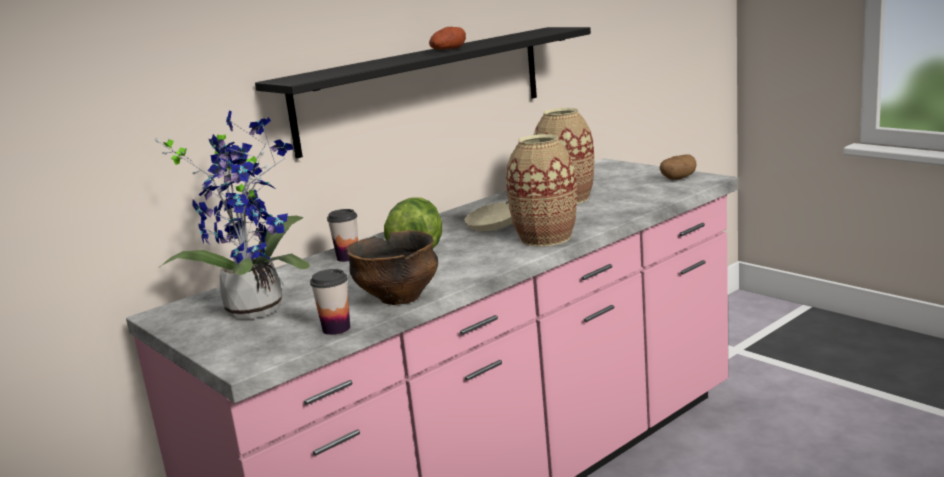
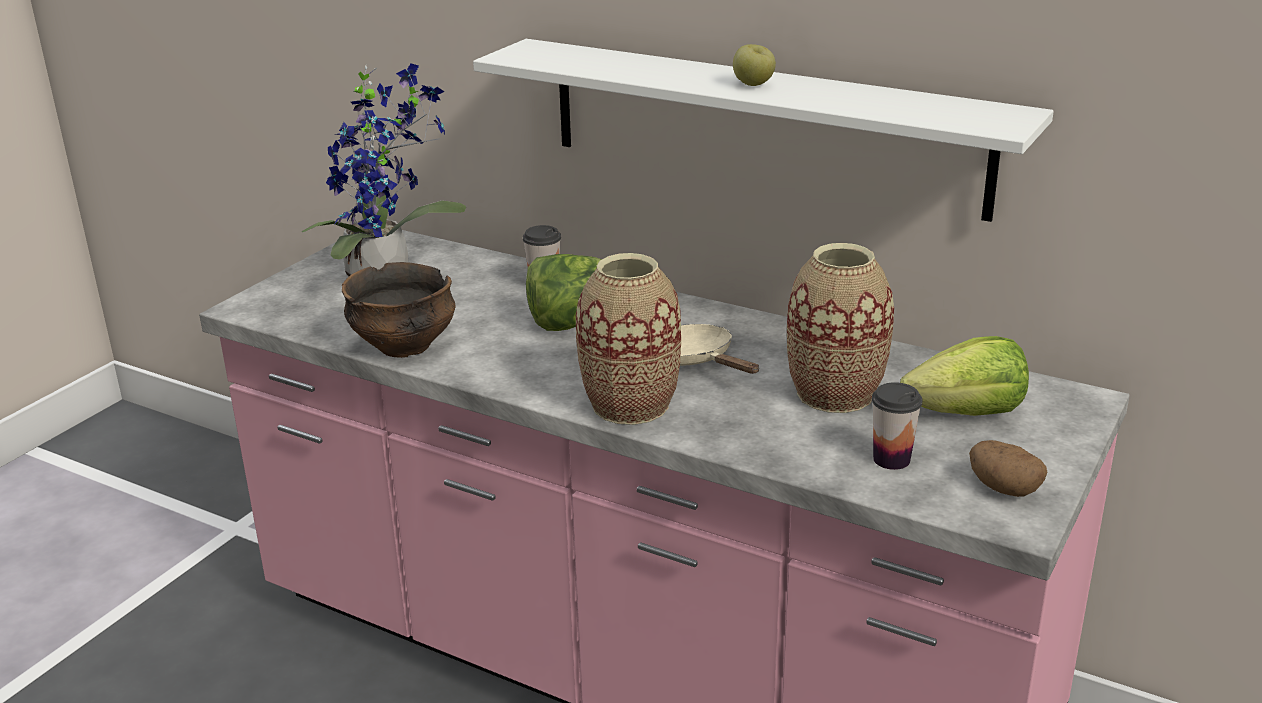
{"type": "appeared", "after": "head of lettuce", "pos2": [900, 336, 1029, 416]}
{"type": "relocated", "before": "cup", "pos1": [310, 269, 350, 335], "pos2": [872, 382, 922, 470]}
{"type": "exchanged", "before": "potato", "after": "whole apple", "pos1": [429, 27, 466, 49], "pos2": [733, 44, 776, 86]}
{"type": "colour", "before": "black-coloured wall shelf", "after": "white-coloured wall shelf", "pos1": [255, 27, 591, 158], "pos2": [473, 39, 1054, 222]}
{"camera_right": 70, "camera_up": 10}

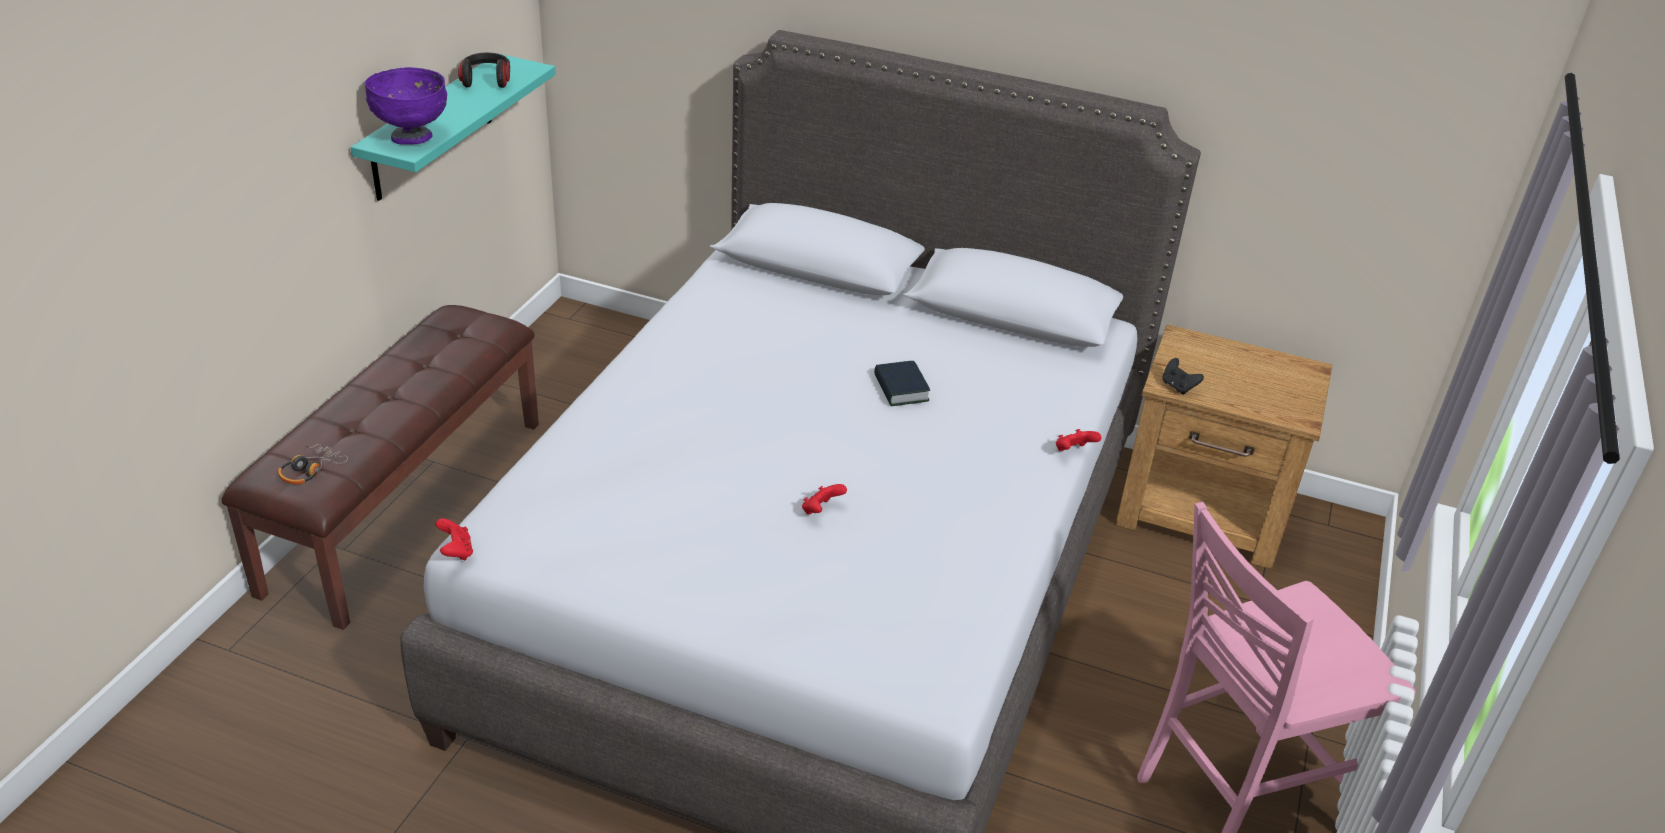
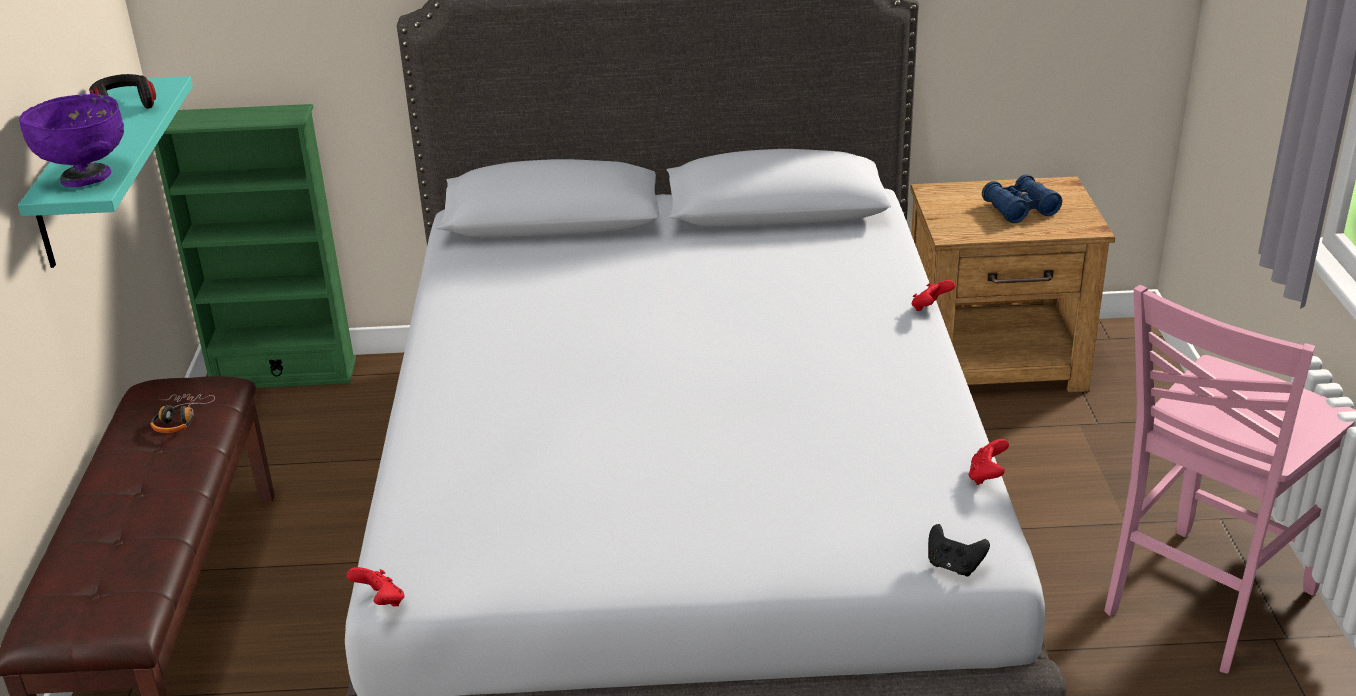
{"type": "missing", "before": "book", "pos1": [874, 361, 930, 406]}
{"type": "appeared", "after": "green-coloured bookcase", "pos2": [154, 104, 356, 388]}
{"type": "appeared", "after": "blue-coloured binoculars", "pos2": [982, 174, 1062, 223]}
{"type": "relocated", "before": "headset", "pos1": [278, 444, 348, 485], "pos2": [151, 394, 215, 433]}
{"type": "relocated", "before": "red gamepad", "pos1": [802, 484, 847, 515], "pos2": [969, 439, 1009, 485]}
{"type": "relocated", "before": "black-coloured gamepad", "pos1": [1163, 358, 1204, 395], "pos2": [928, 524, 990, 576]}
{"camera_right": -20, "camera_up": -5}

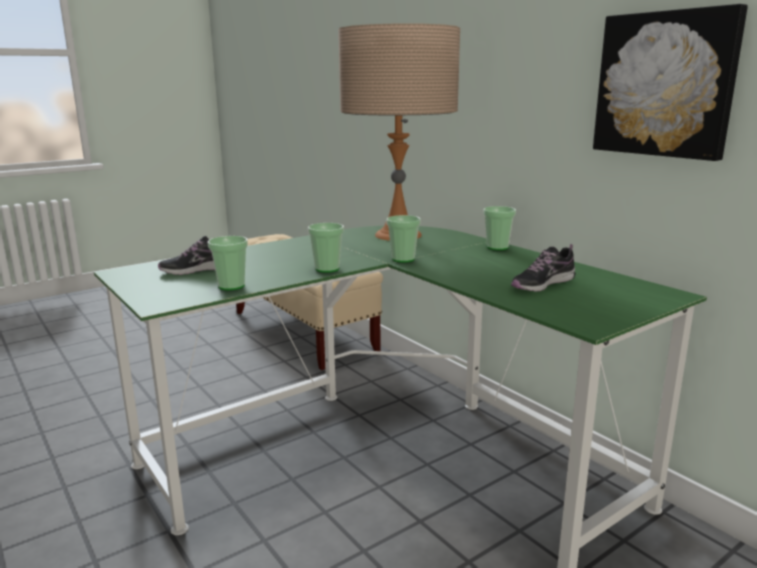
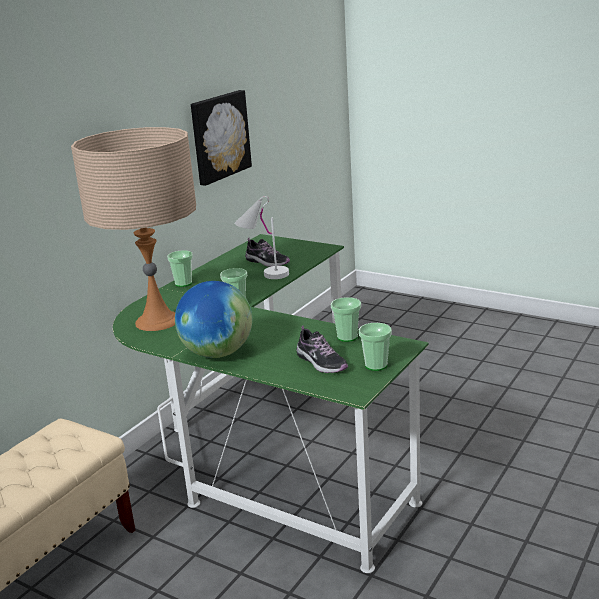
{"type": "appeared", "after": "globe", "pos2": [175, 281, 252, 358]}
{"type": "appeared", "after": "white-coloured lamp for a table", "pos2": [235, 196, 289, 279]}
{"type": "relocated", "before": "cup", "pos1": [308, 223, 344, 273], "pos2": [359, 323, 392, 371]}
{"camera_right": -110, "camera_up": 5}

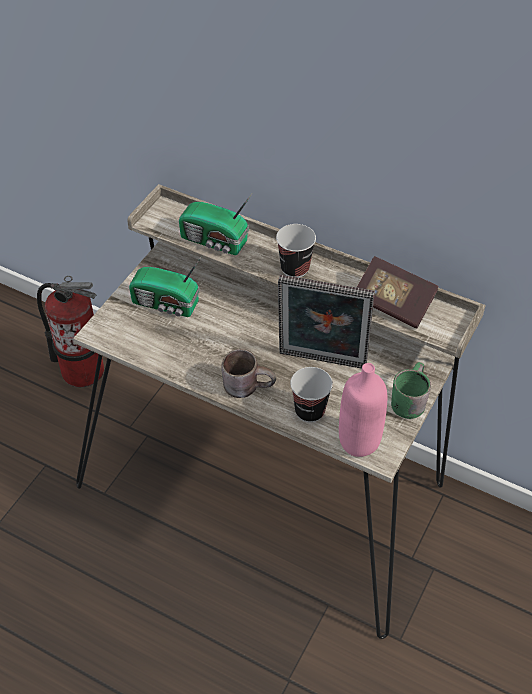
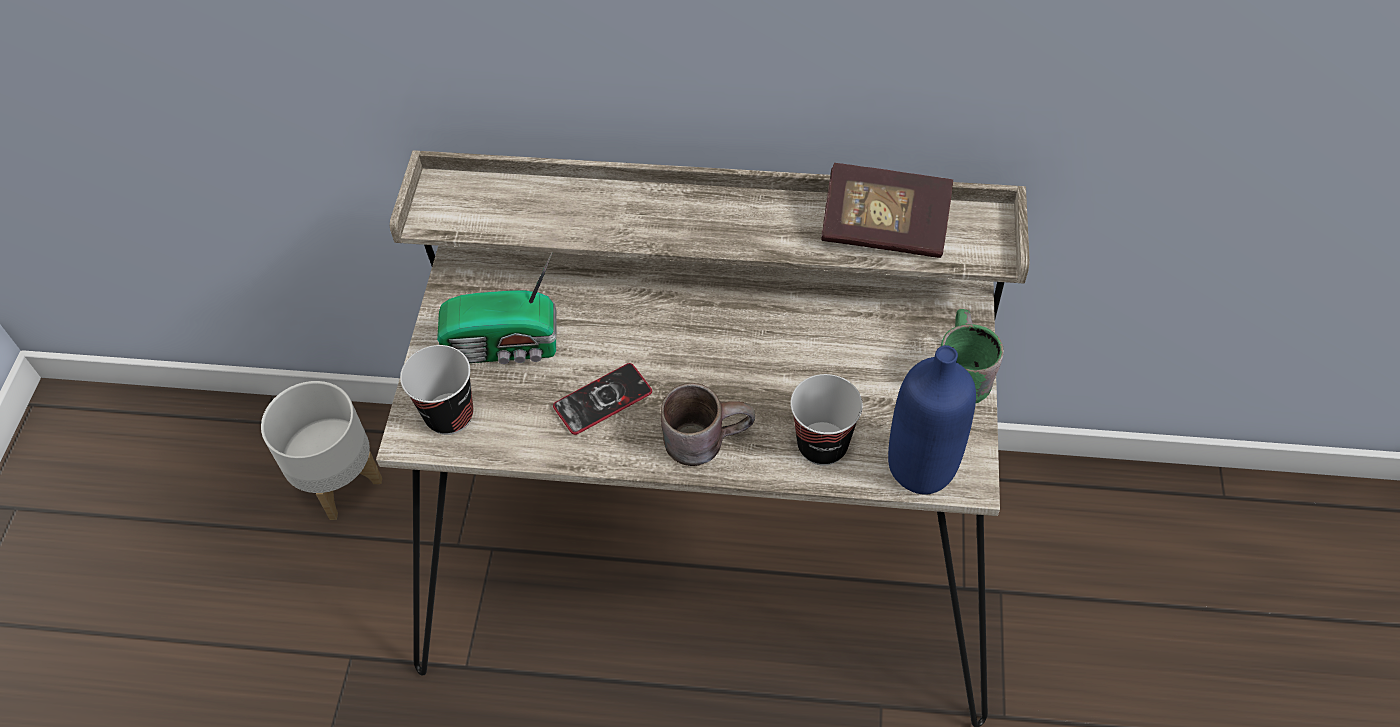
{"type": "missing", "before": "radio set", "pos1": [179, 194, 252, 255]}
{"type": "missing", "before": "standing frame", "pos1": [278, 275, 375, 369]}
{"type": "appeared", "after": "telephone", "pos2": [553, 363, 652, 435]}
{"type": "relocated", "before": "cup", "pos1": [276, 224, 316, 278], "pos2": [400, 345, 474, 435]}
{"type": "exchanged", "before": "extinguisher", "after": "white-coloured plant pot", "pos1": [37, 276, 104, 387], "pos2": [261, 381, 382, 520]}
{"type": "colour", "before": "pink beverage bottle", "after": "blue-coloured beverage bottle", "pos1": [339, 363, 387, 457], "pos2": [888, 345, 976, 495]}
{"camera_right": -20, "camera_up": 5}

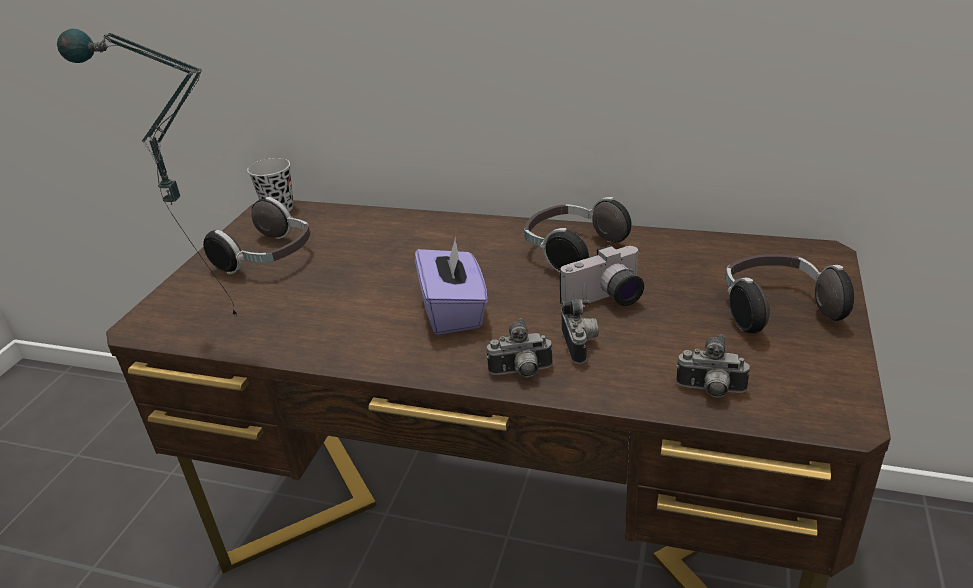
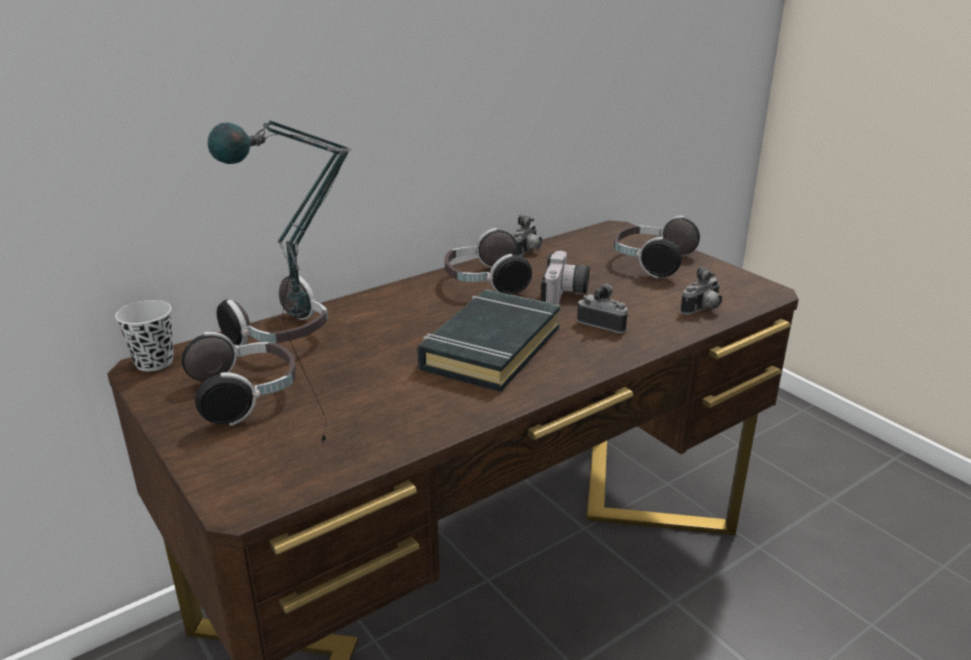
{"type": "appeared", "after": "headset", "pos2": [217, 276, 328, 347]}
{"type": "relocated", "before": "still camera", "pos1": [487, 318, 553, 377], "pos2": [513, 215, 542, 256]}
{"type": "exchanged", "before": "purplish tissue box", "after": "black-coloured book", "pos1": [415, 237, 488, 335], "pos2": [417, 289, 561, 392]}
{"camera_right": -55, "camera_up": -5}

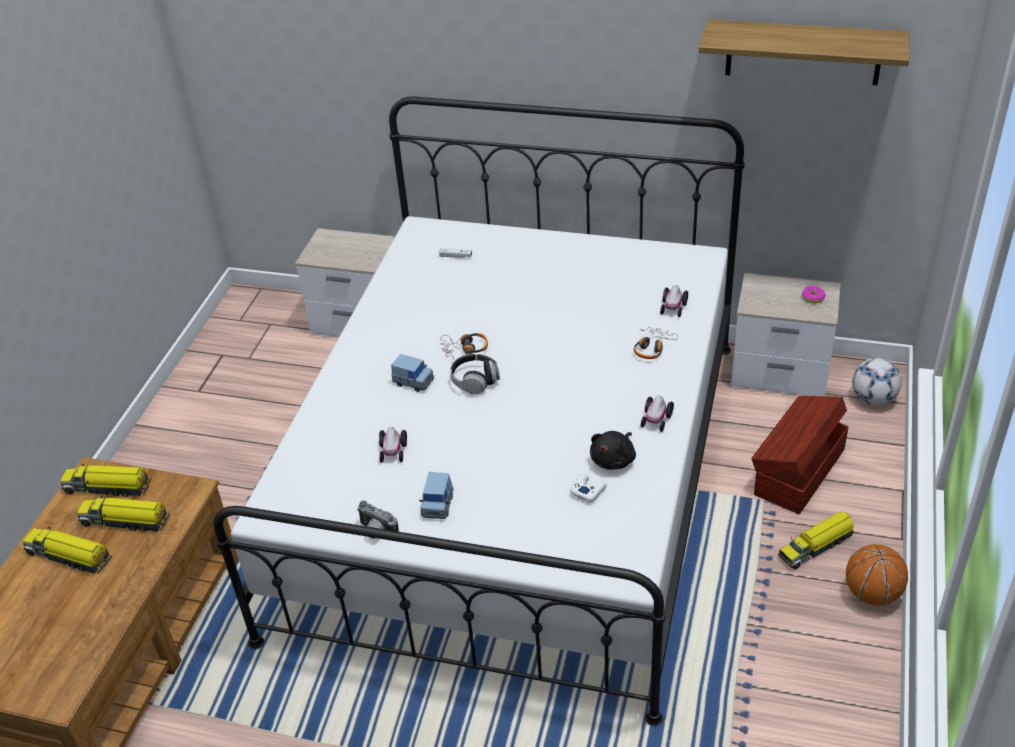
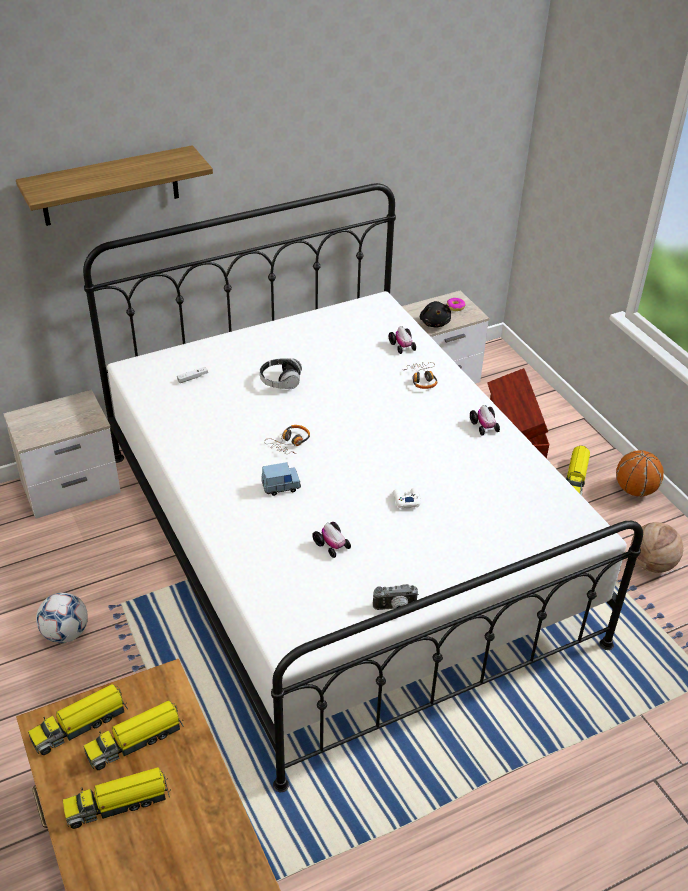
{"type": "missing", "before": "blue-coloured model car", "pos1": [420, 472, 454, 519]}
{"type": "appeared", "after": "basketball", "pos2": [631, 522, 683, 573]}
{"type": "relocated", "before": "headset", "pos1": [450, 354, 500, 395], "pos2": [260, 358, 302, 389]}
{"type": "relocated", "before": "white-coloured gamepad", "pos1": [570, 474, 607, 502], "pos2": [393, 488, 421, 508]}
{"type": "relocated", "before": "black-coloured soft toy", "pos1": [590, 431, 636, 470], "pos2": [420, 301, 451, 327]}
{"type": "relocated", "before": "wall shelf", "pos1": [699, 20, 910, 85], "pos2": [16, 145, 213, 226]}
{"type": "relocated", "before": "football", "pos1": [852, 358, 902, 405], "pos2": [36, 593, 88, 643]}
{"camera_right": -45, "camera_up": 0}

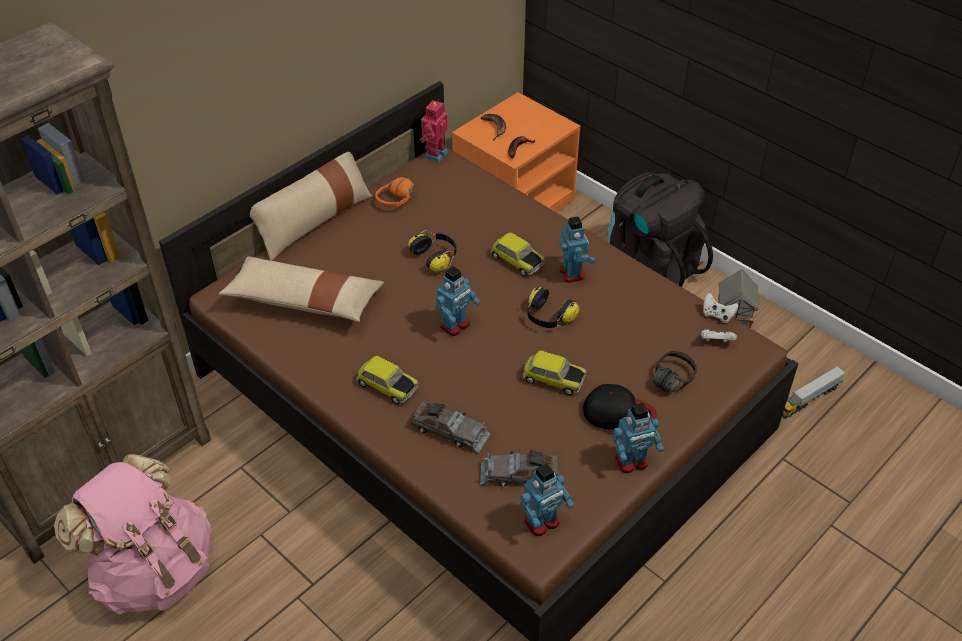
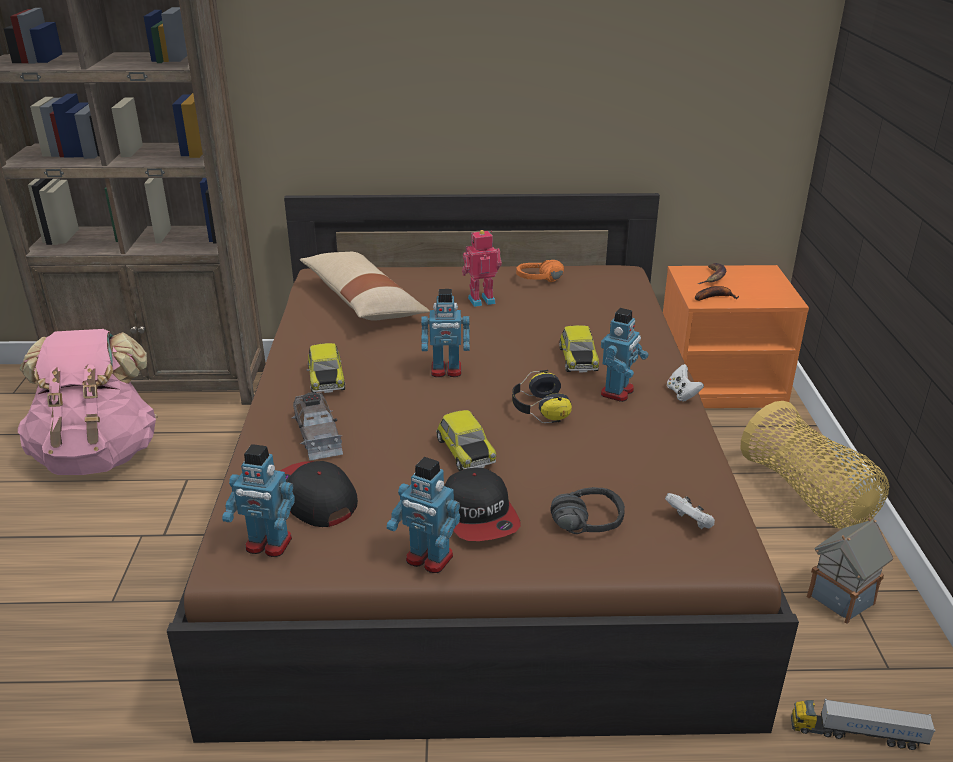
{"type": "missing", "before": "beige pillow", "pos1": [250, 152, 372, 261]}
{"type": "missing", "before": "headset", "pos1": [408, 231, 456, 273]}
{"type": "relocated", "before": "model robot", "pos1": [420, 99, 448, 162], "pos2": [462, 230, 502, 307]}
{"type": "relocated", "before": "white-coloured gamepad", "pos1": [703, 293, 738, 323], "pos2": [667, 364, 704, 402]}
{"type": "exchanged", "before": "greyish model car", "after": "cap", "pos1": [480, 450, 559, 487], "pos2": [280, 461, 358, 527]}
{"type": "exchanged", "before": "black-coloured rucksack", "after": "household basket", "pos1": [608, 173, 713, 287], "pos2": [741, 401, 889, 529]}
{"camera_right": 45, "camera_up": -15}

